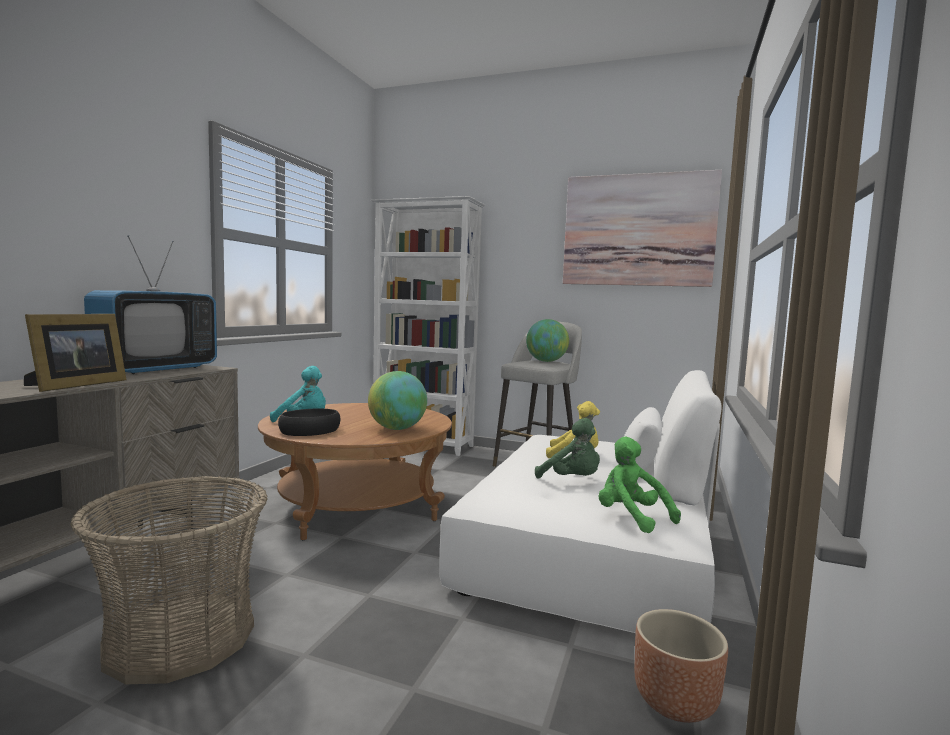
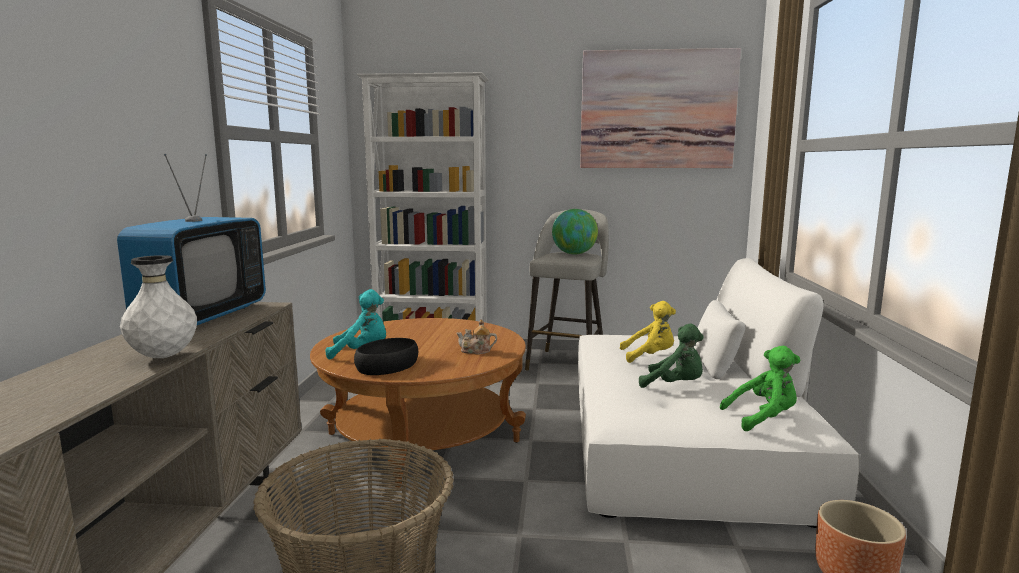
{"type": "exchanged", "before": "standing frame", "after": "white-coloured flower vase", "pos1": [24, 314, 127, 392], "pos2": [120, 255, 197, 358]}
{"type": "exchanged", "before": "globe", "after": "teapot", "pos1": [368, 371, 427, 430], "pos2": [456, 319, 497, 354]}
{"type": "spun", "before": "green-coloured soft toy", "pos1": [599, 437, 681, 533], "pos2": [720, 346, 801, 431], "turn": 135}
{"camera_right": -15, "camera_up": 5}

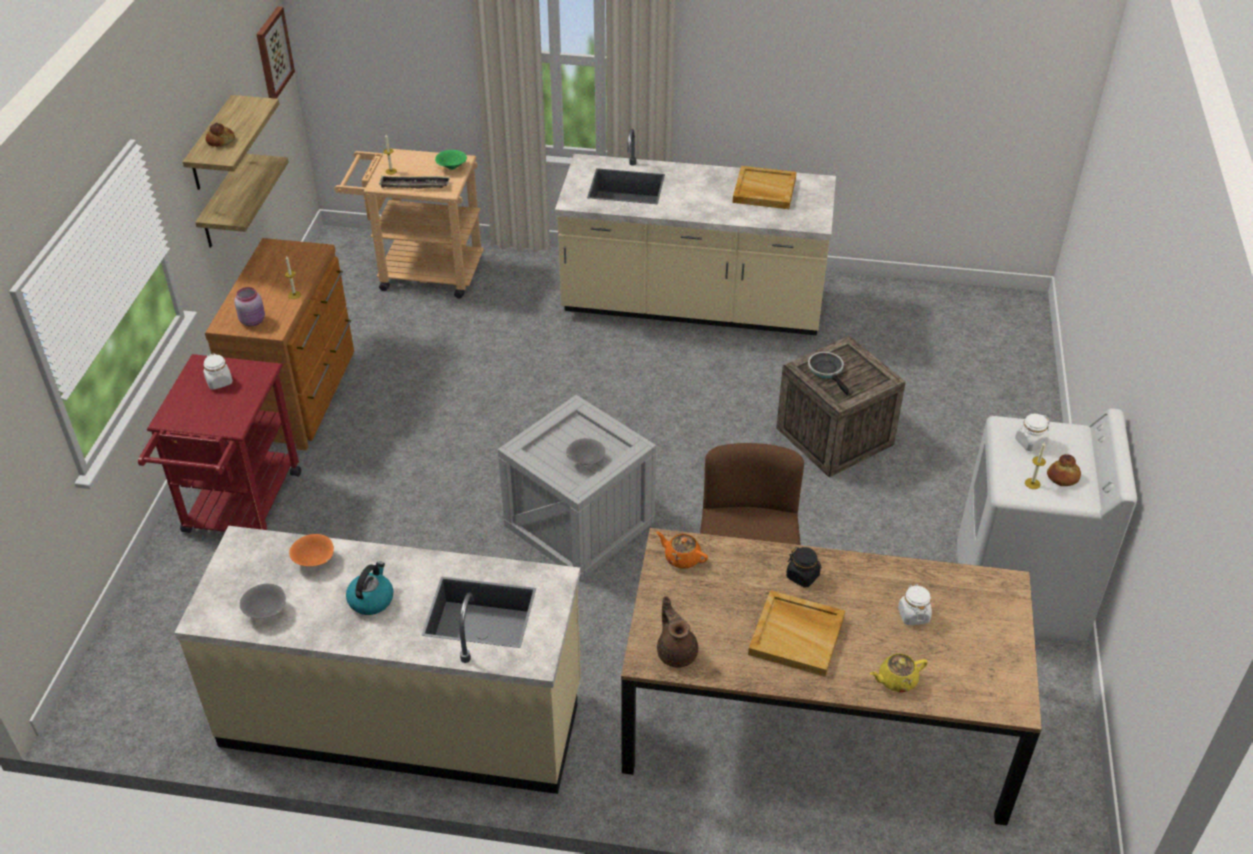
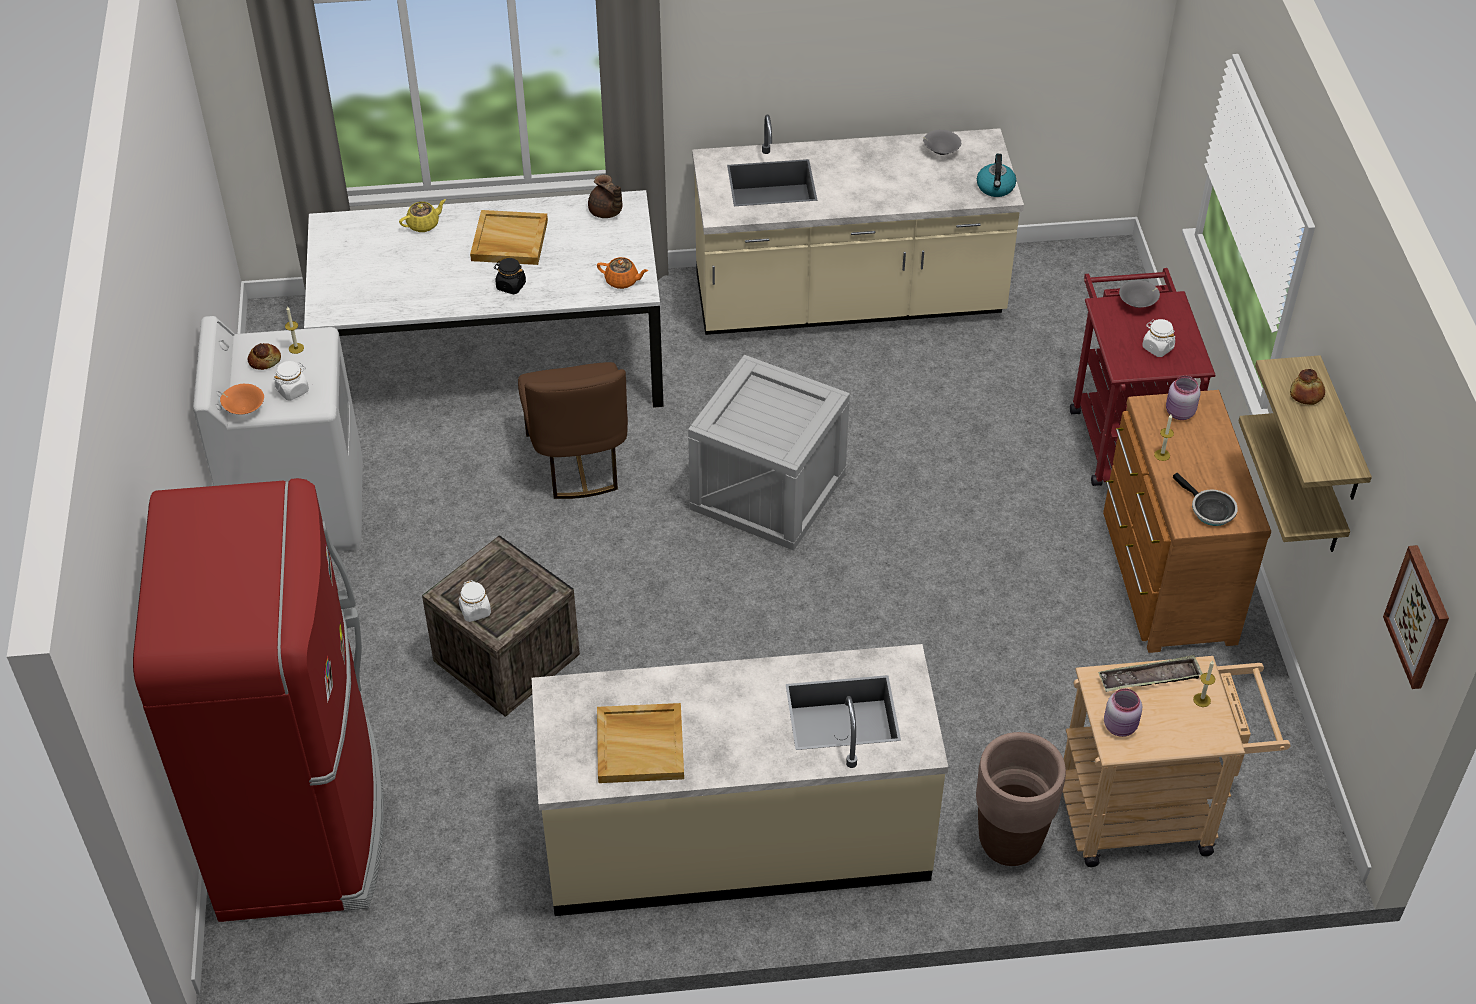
{"type": "appeared", "after": "red refrigerator", "pos2": [133, 478, 384, 922]}
{"type": "appeared", "after": "brown plant pot", "pos2": [976, 732, 1066, 866]}
{"type": "relocated", "before": "orange-coloured deep dish", "pos1": [289, 534, 334, 566], "pos2": [220, 384, 264, 415]}
{"type": "relocated", "before": "water kettle", "pos1": [346, 561, 393, 615], "pos2": [977, 154, 1016, 197]}
{"type": "relocated", "before": "greyish deep dish", "pos1": [566, 438, 605, 465], "pos2": [1119, 280, 1160, 308]}
{"type": "relocated", "before": "skillet", "pos1": [808, 352, 849, 395], "pos2": [1173, 473, 1238, 526]}
{"type": "relocated", "before": "white-coloured preserve jar", "pos1": [898, 584, 932, 625], "pos2": [458, 580, 491, 622]}
{"type": "exchanged", "before": "green-coloured deep dish", "after": "pink preserve jar", "pos1": [435, 150, 467, 170], "pos2": [1104, 688, 1142, 737]}
{"type": "colour", "before": "brown dining table", "after": "white-coloured dining table", "pos1": [621, 528, 1042, 826], "pos2": [304, 190, 664, 408]}
{"camera_right": 165, "camera_up": 5}

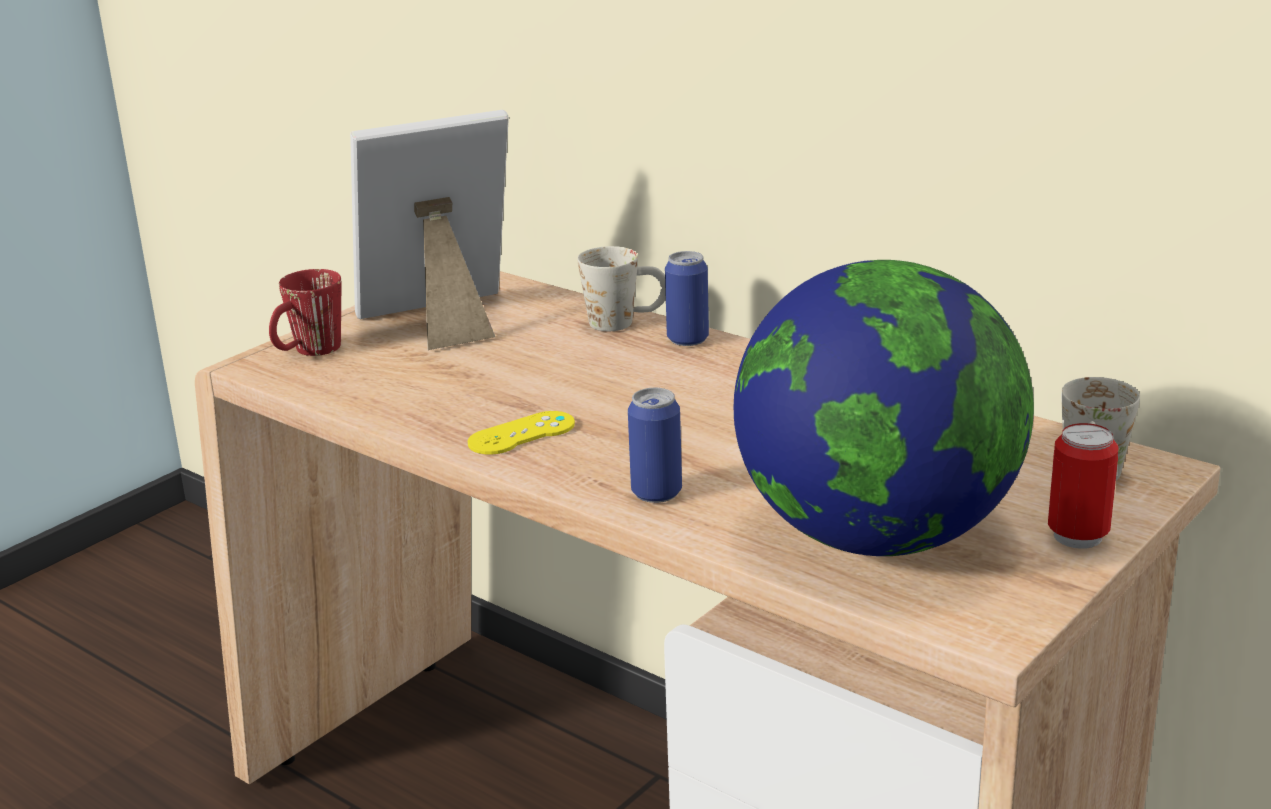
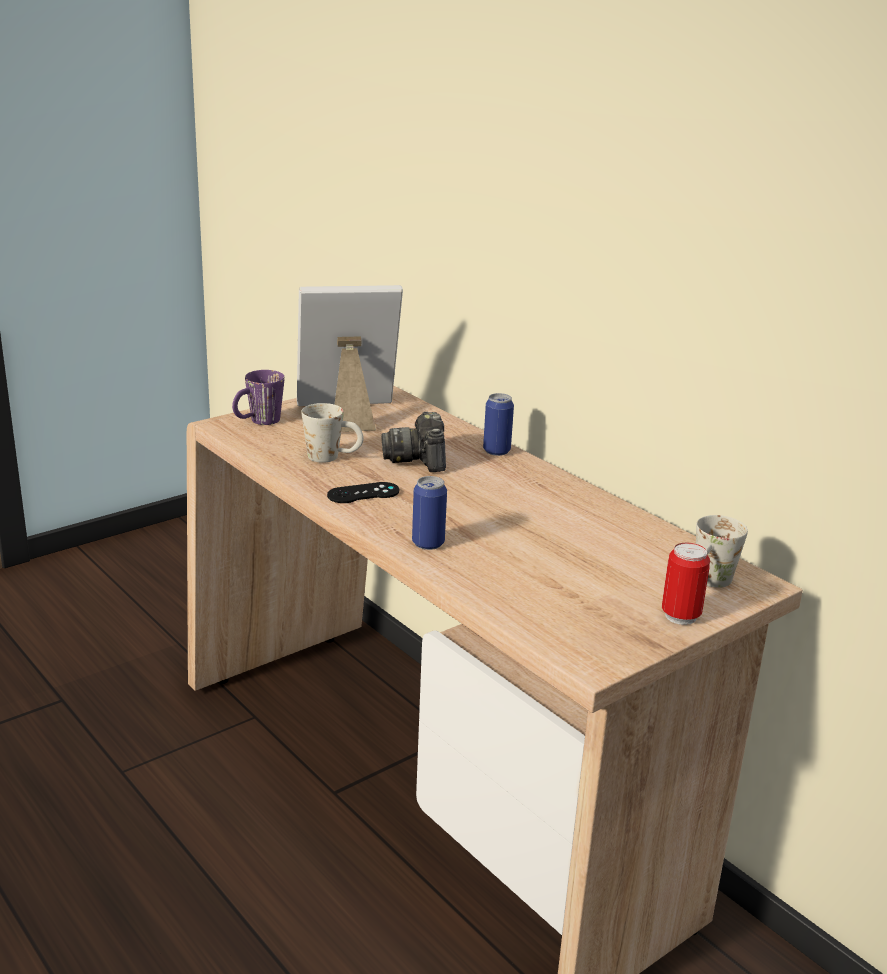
{"type": "missing", "before": "globe", "pos1": [734, 260, 1034, 556]}
{"type": "appeared", "after": "still camera", "pos2": [381, 412, 446, 472]}
{"type": "relocated", "before": "white-coloured tea mug", "pos1": [578, 246, 666, 331], "pos2": [301, 403, 364, 463]}
{"type": "colour", "before": "red tea mug", "after": "purplish tea mug", "pos1": [269, 269, 341, 356], "pos2": [232, 370, 285, 425]}
{"type": "colour", "before": "yellow-coloured gamepad", "after": "black-coloured gamepad", "pos1": [468, 411, 575, 455], "pos2": [327, 482, 399, 503]}
{"camera_right": 10, "camera_up": 0}

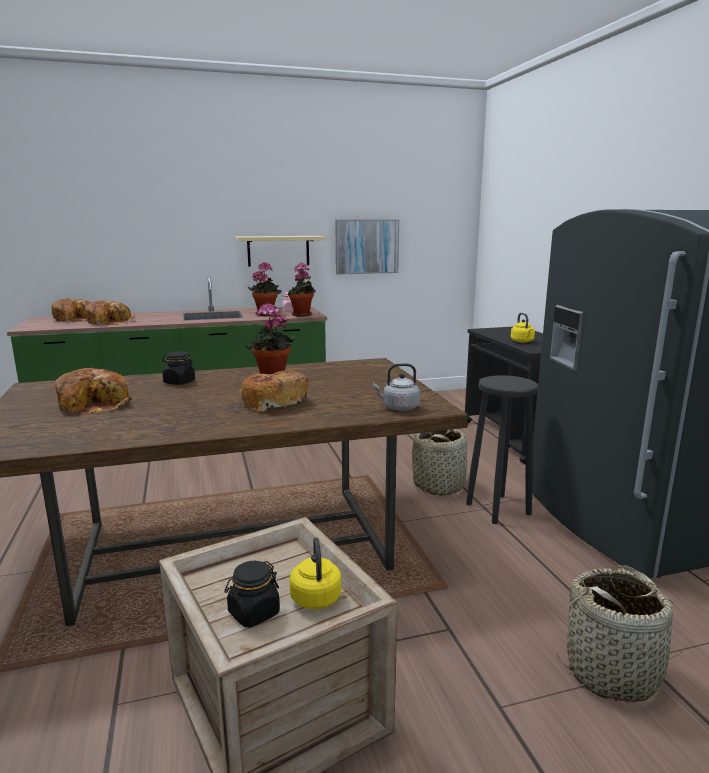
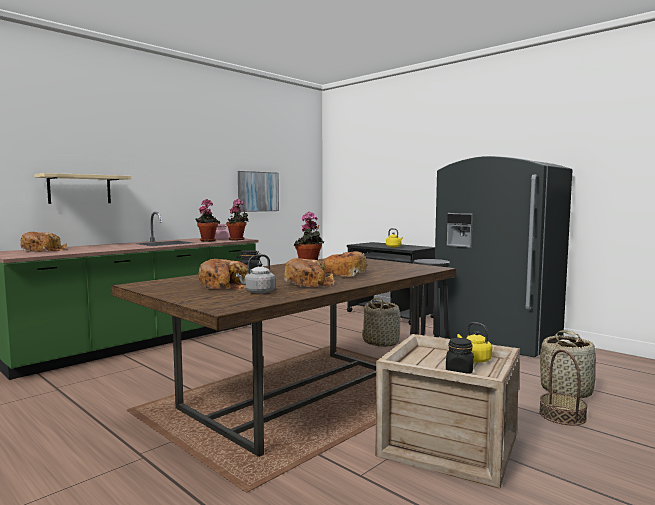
{"type": "appeared", "after": "household basket", "pos2": [539, 350, 587, 426]}
{"type": "relocated", "before": "bread", "pos1": [85, 300, 135, 325], "pos2": [284, 258, 335, 287]}
{"type": "relocated", "before": "beige wall shelf", "pos1": [236, 236, 326, 266], "pos2": [34, 173, 131, 204]}
{"type": "relocated", "before": "greyish water kettle", "pos1": [373, 363, 420, 411], "pos2": [236, 254, 275, 294]}
{"camera_right": -30, "camera_up": -10}

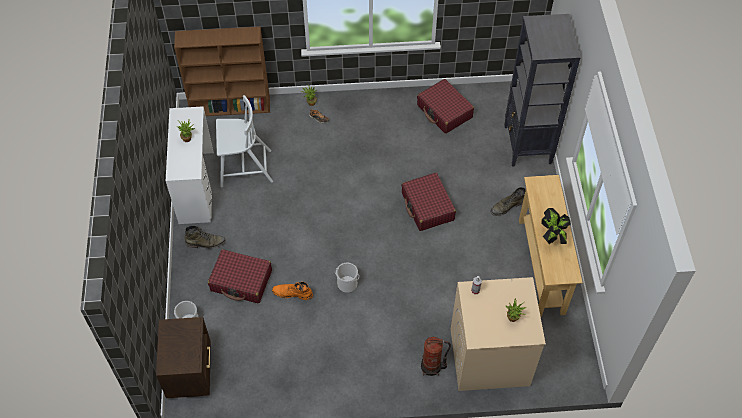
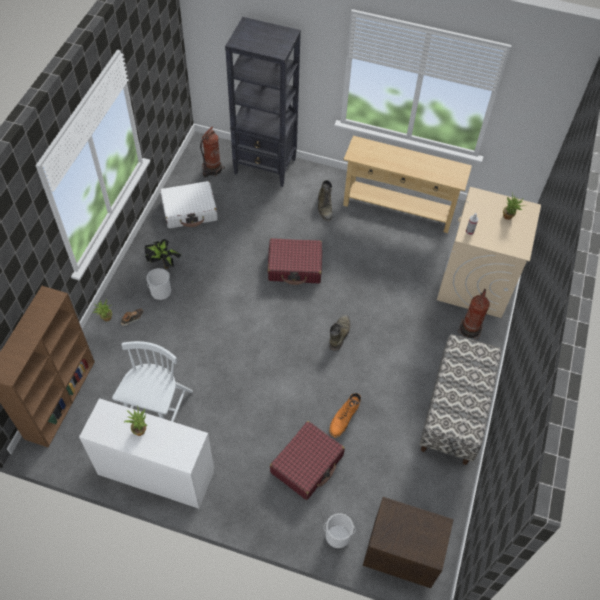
{"type": "appeared", "after": "extinguisher", "pos2": [200, 127, 225, 177]}
{"type": "appeared", "after": "bench", "pos2": [419, 334, 501, 465]}
{"type": "relocated", "before": "green-coloured boot", "pos1": [185, 225, 226, 249], "pos2": [329, 314, 350, 351]}
{"type": "relocated", "before": "pail", "pos1": [335, 263, 359, 293], "pos2": [146, 268, 171, 300]}
{"type": "relocated", "before": "potted plant", "pos1": [541, 208, 571, 244], "pos2": [145, 239, 181, 269]}
{"type": "colour", "before": "red travel case", "after": "white-coloured travel case", "pos1": [417, 79, 474, 134], "pos2": [160, 181, 218, 228]}
{"camera_right": -70, "camera_up": 0}

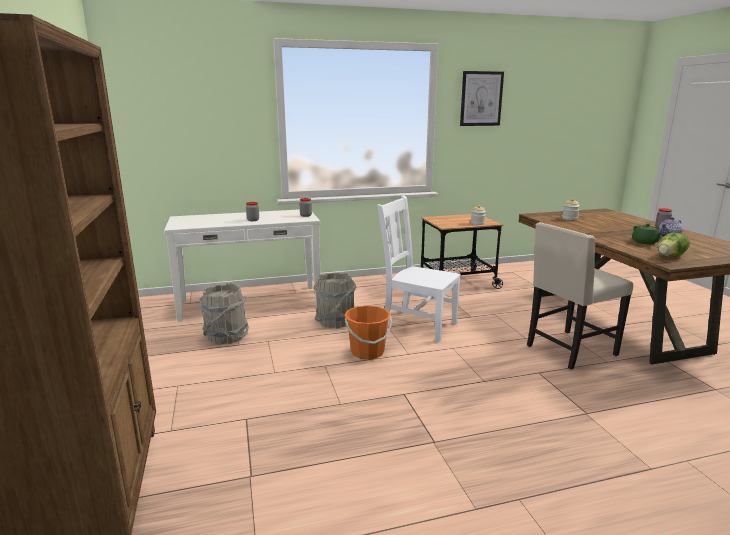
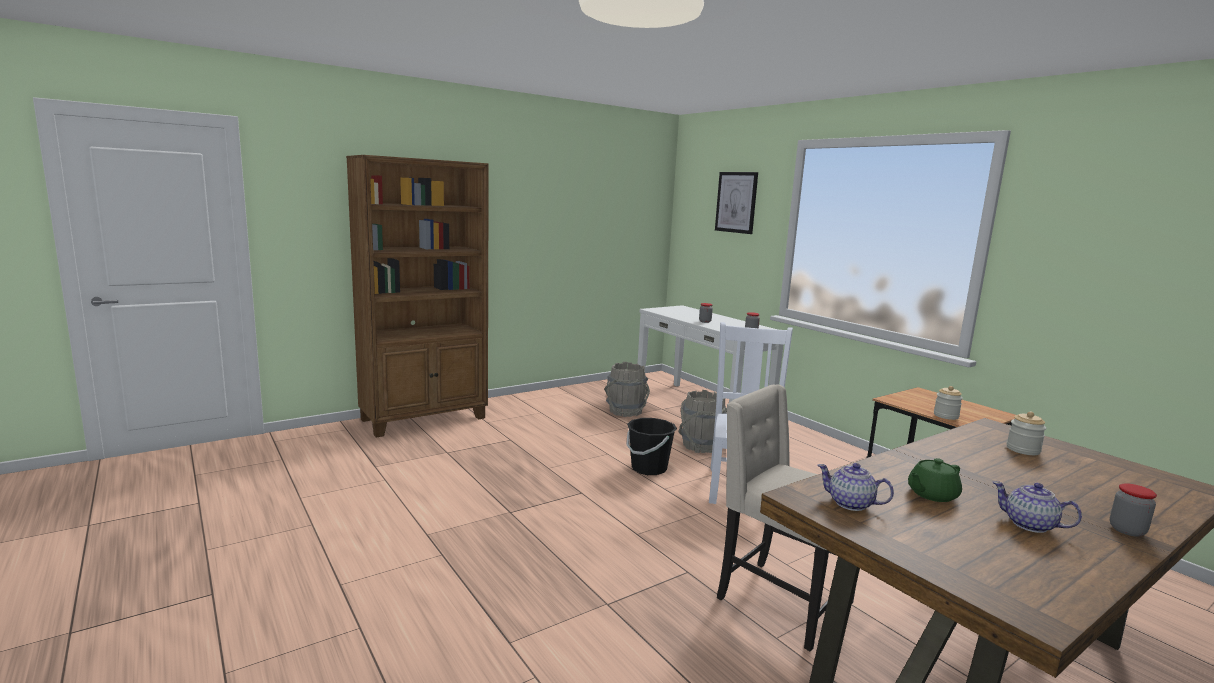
{"type": "relocated", "before": "wall picture", "pos1": [460, 71, 504, 126], "pos2": [715, 172, 758, 234]}
{"type": "exchanged", "before": "head of lettuce", "after": "teapot", "pos1": [658, 232, 690, 257], "pos2": [818, 463, 894, 511]}
{"type": "colour", "before": "orange-coloured pail", "after": "black-coloured pail", "pos1": [344, 305, 392, 360], "pos2": [626, 418, 677, 475]}
{"camera_right": 70, "camera_up": -5}

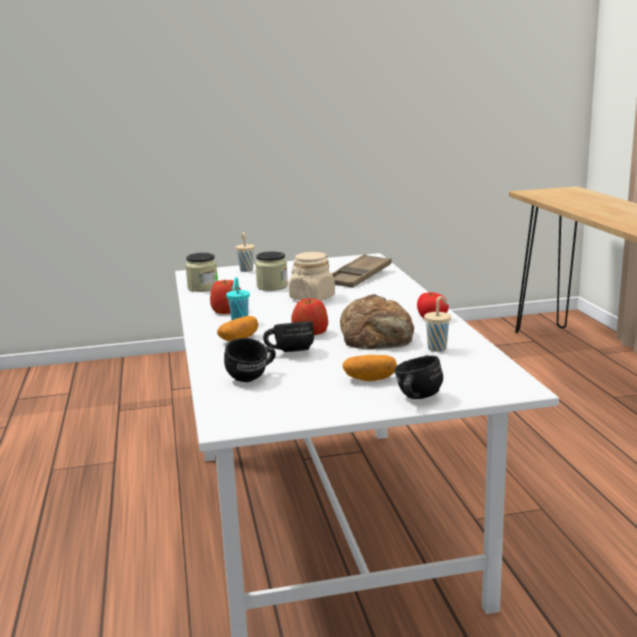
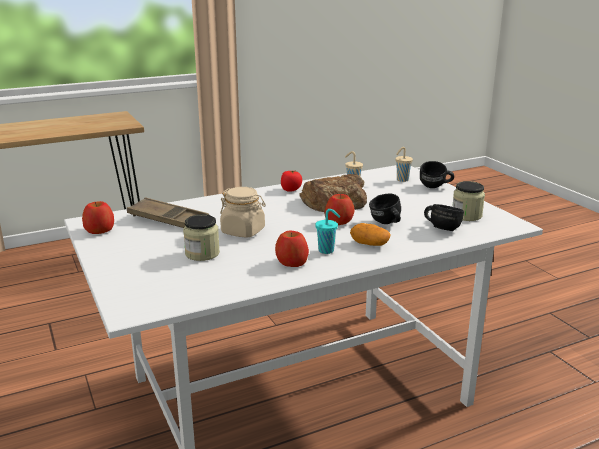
{"type": "missing", "before": "potato", "pos1": [343, 355, 397, 381]}
{"type": "appeared", "after": "whole apple", "pos2": [82, 201, 114, 234]}
{"type": "relocated", "before": "preserve jar", "pos1": [185, 253, 218, 292], "pos2": [452, 181, 485, 221]}
{"type": "relocated", "before": "beige cup", "pos1": [236, 232, 254, 272], "pos2": [396, 147, 413, 182]}
{"camera_right": -105, "camera_up": 5}

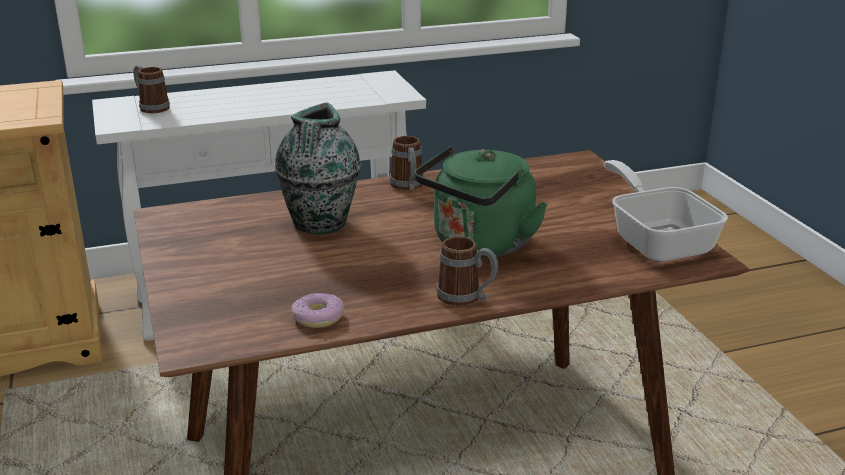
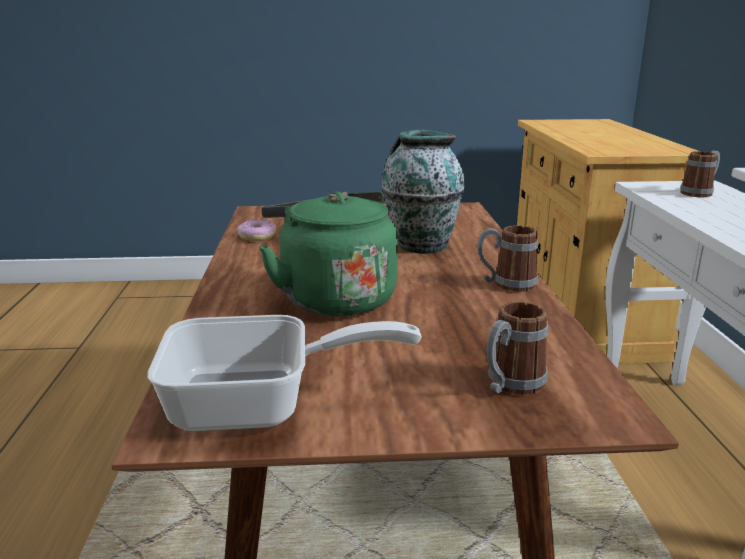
{"type": "relocated", "before": "tea mug", "pos1": [436, 236, 498, 306], "pos2": [486, 301, 548, 395]}
{"camera_right": 105, "camera_up": -5}

